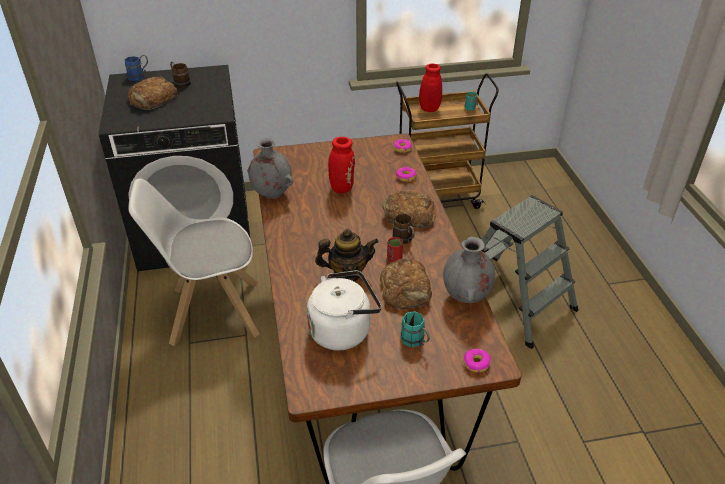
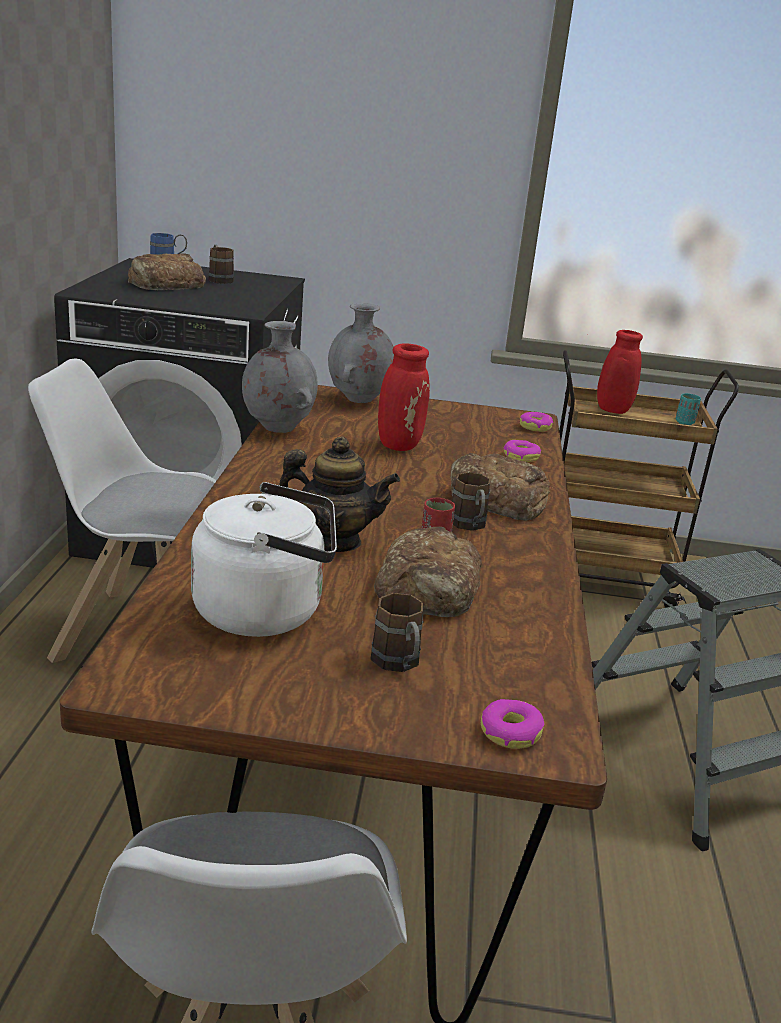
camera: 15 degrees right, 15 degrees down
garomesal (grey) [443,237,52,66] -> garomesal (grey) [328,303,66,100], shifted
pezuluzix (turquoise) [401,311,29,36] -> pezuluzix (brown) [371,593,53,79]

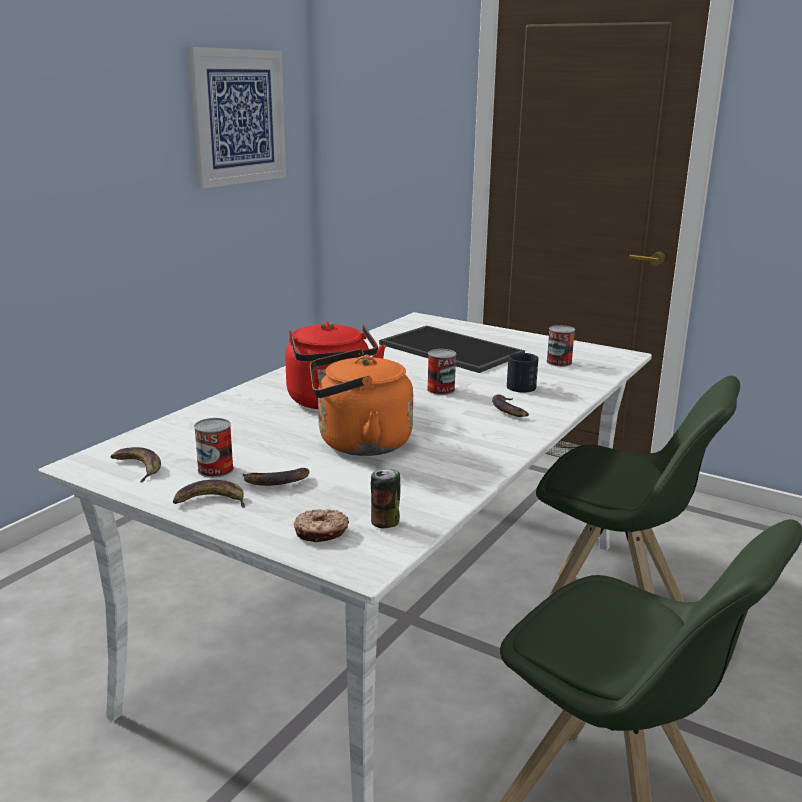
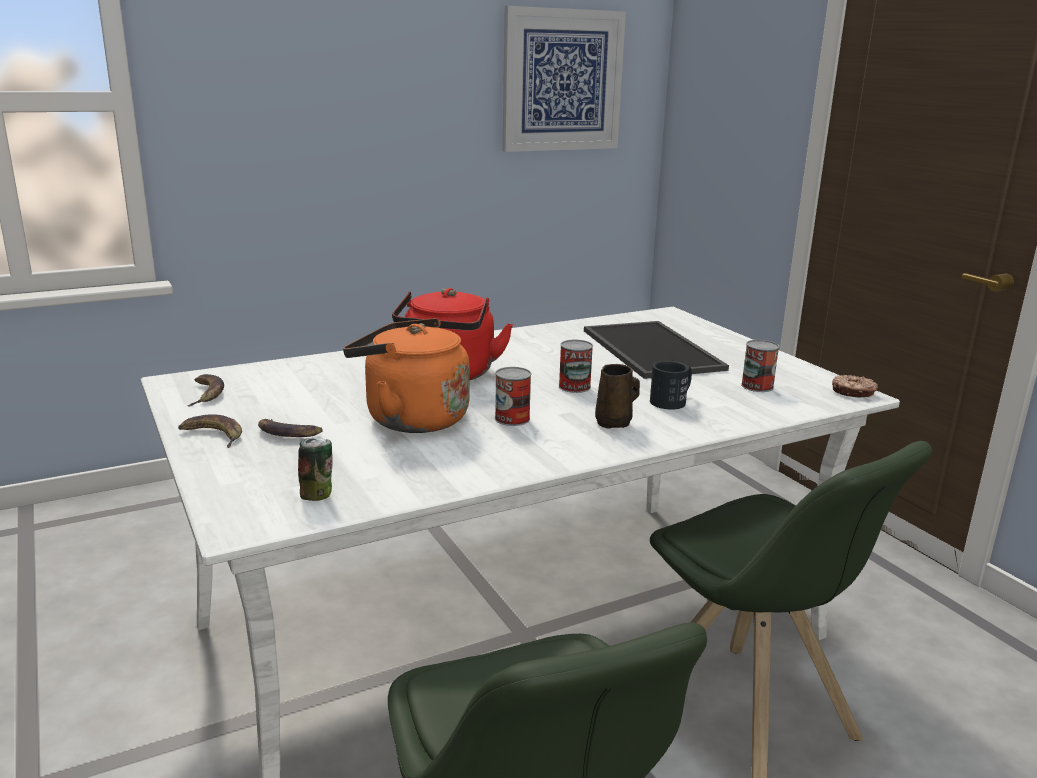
camera: 30 degrees right, 0 degrees up
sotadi [194,418,40,60] -> sotadi [495,367,36,59], shifted
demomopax [294,509,55,33] -> demomopax [832,375,46,22], shifted
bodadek [492,394,37,23] -> pezuluzix (brown) [595,364,45,65]

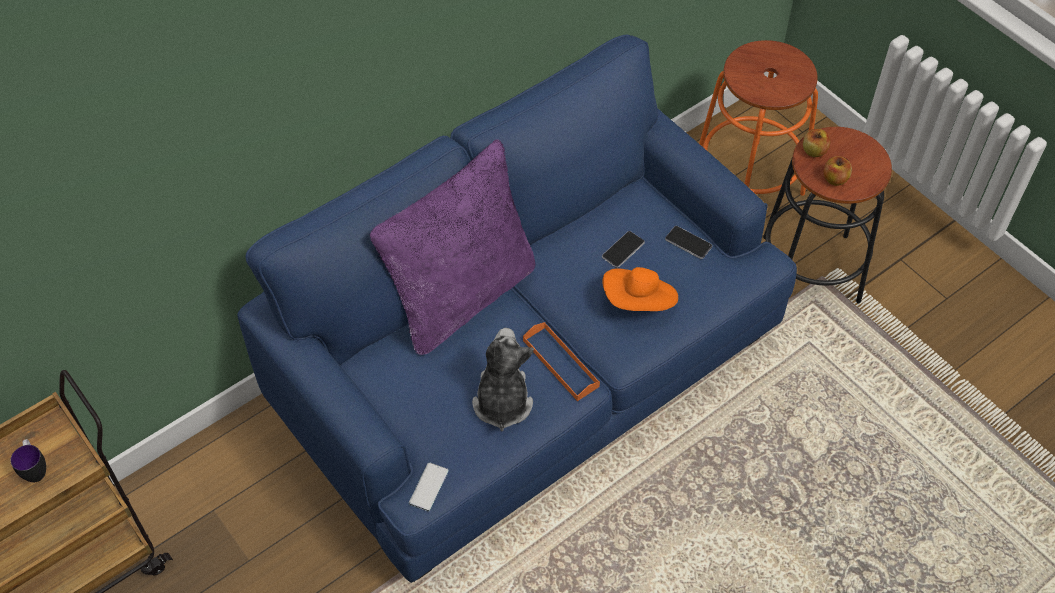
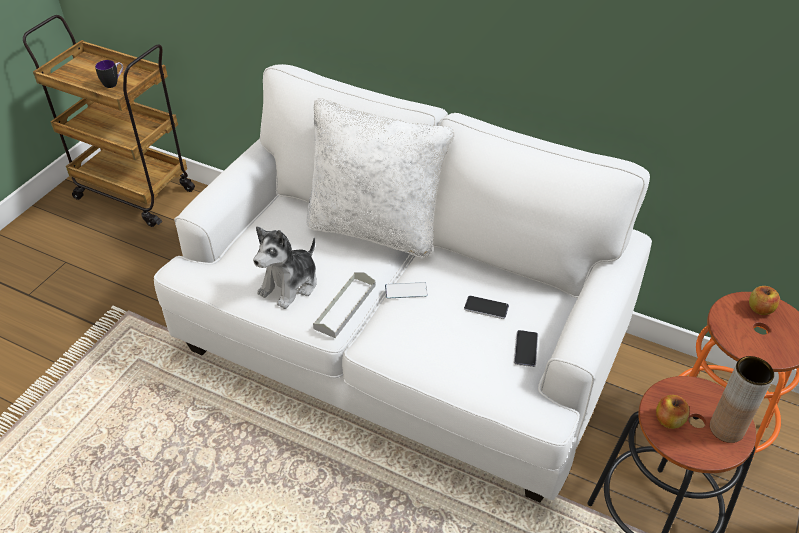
camera: 65 degrees right, 10 degrees down
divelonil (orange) [602,267,76,44] -> none
none -> garomesal (brown) [710,356,64,87]
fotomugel [409,462,40,49] -> fotomugel [385,282,43,17], shifted
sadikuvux [803,129,27,28] -> sadikuvux [749,286,31,29], shifted
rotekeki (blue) [237,35,560,548] -> rotekeki (white) [154,64,498,439]
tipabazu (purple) [369,139,166,216] -> tipabazu (white) [306,98,149,160]
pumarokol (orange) [523,322,77,79] -> pumarokol (grey) [313,272,62,66]
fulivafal [472,328,62,103] -> fulivafal [253,227,64,82], 150 degrees clockwise

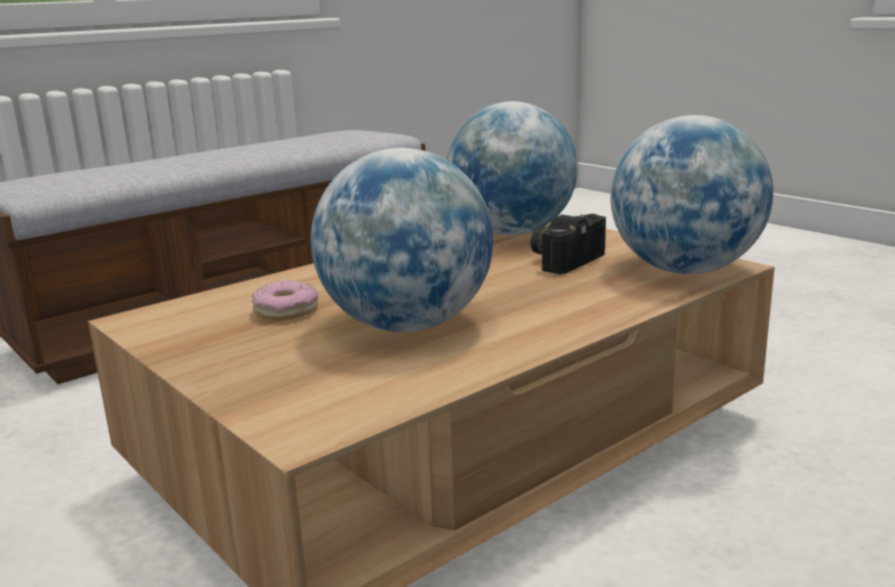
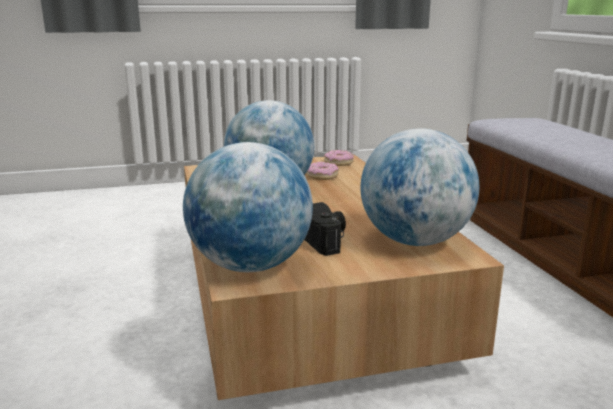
camera: 115 degrees right, 0 degrees up
none -> demomopax [324,150,30,16]

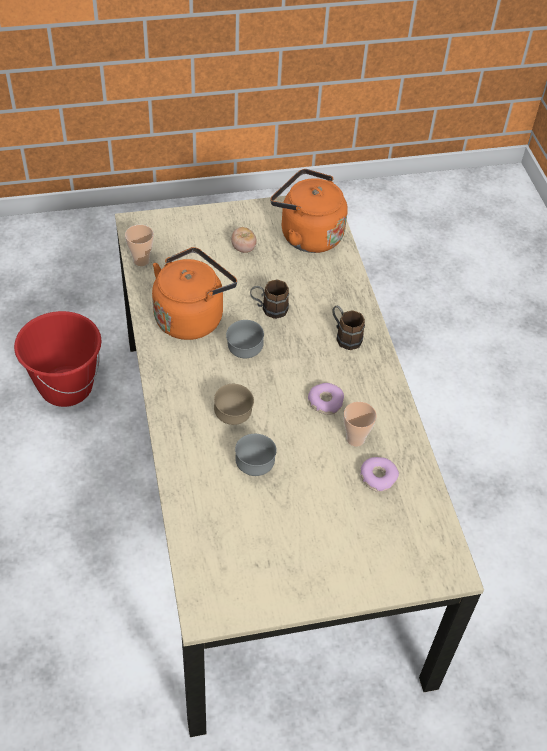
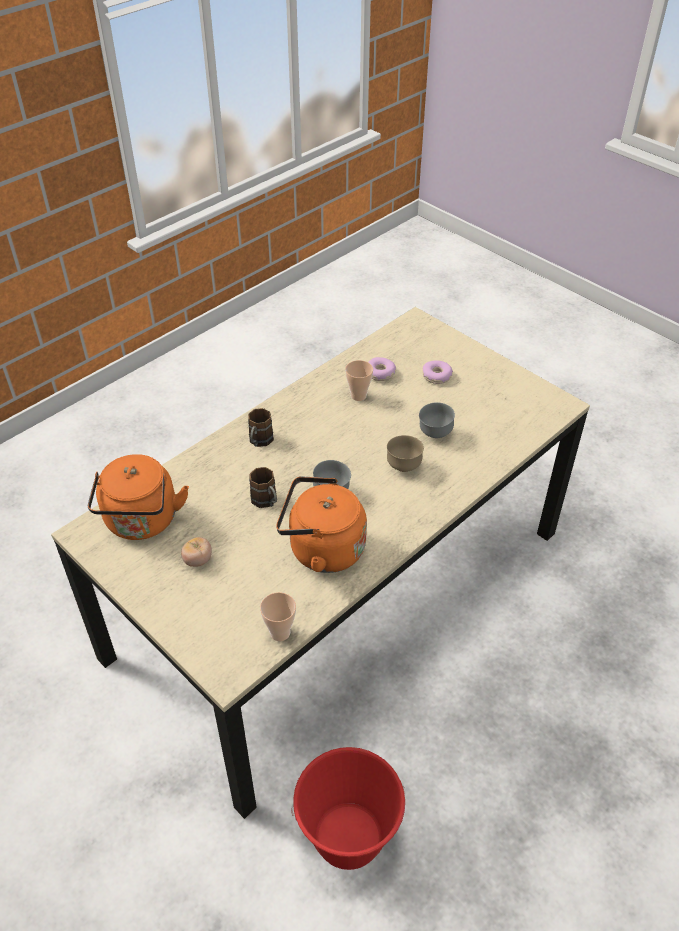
camera: 120 degrees left, 5 degrees down
demomopax [308,383,36,32] -> demomopax [423,360,30,24], shifted

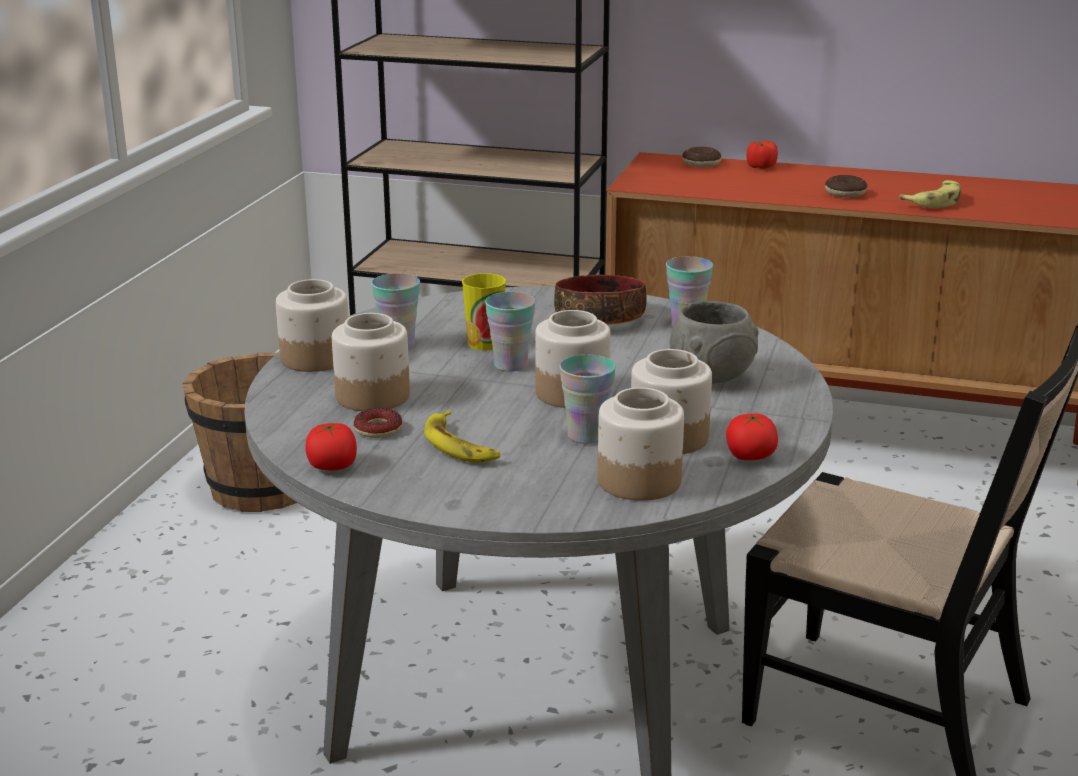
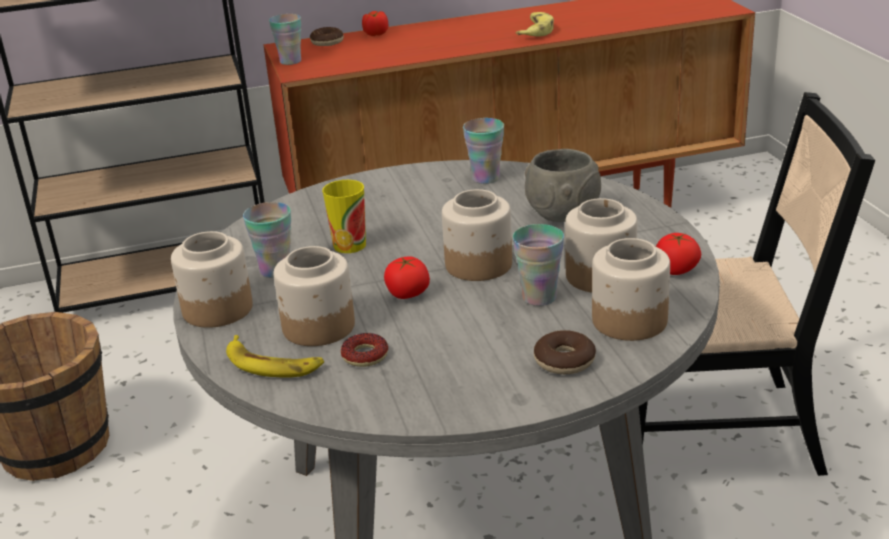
camera: 30 degrees left, 5 degrees up
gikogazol [554,275,93,50] -> none
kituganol [305,423,52,47] -> kituganol [384,256,46,43], shifted
bodadek [424,410,76,53] -> bodadek [226,335,98,43], shifted
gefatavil [485,292,50,80] -> gefatavil [269,14,32,51], shifted
demomopax [825,175,42,23] -> demomopax [534,330,62,44], shifted

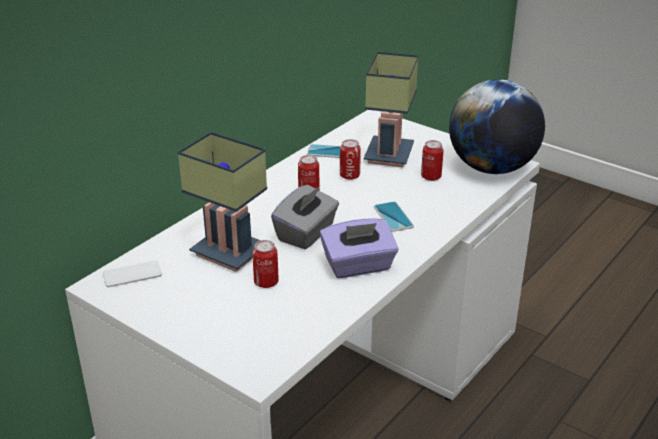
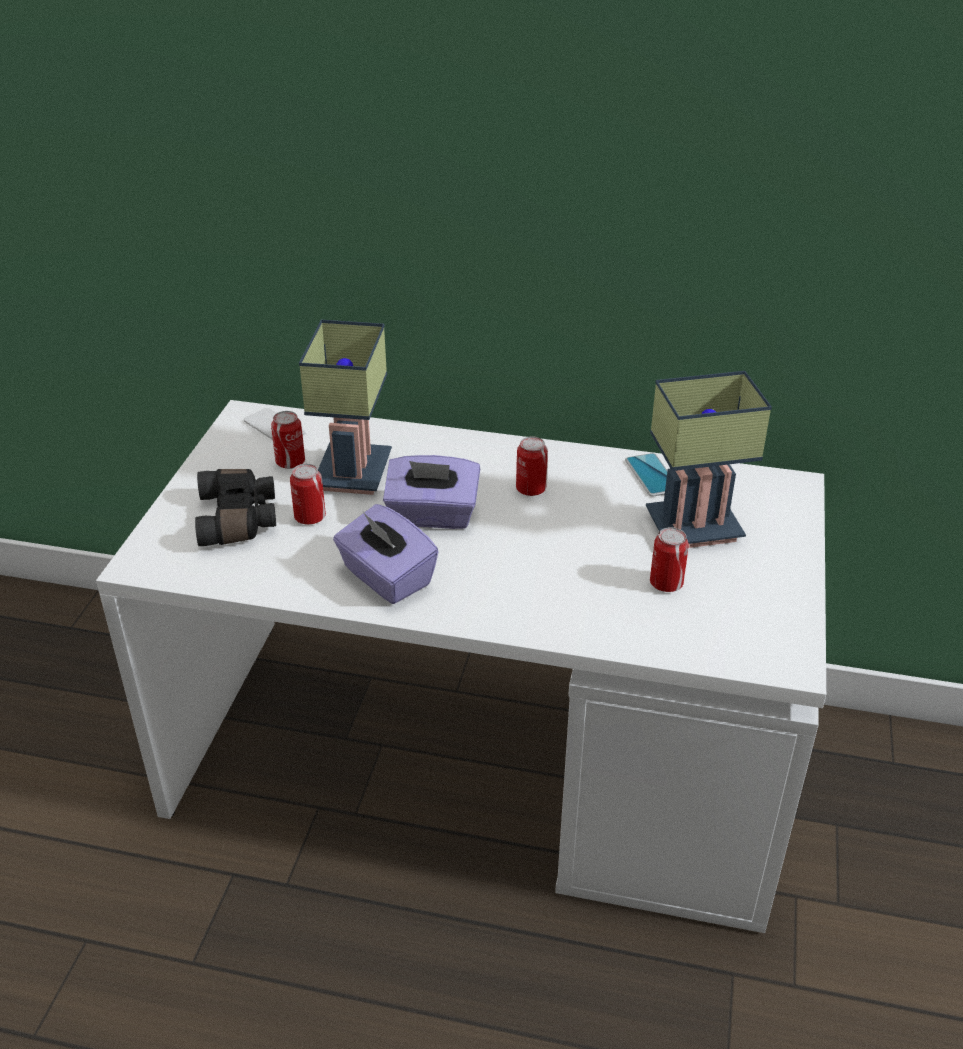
camera: 65 degrees right, 5 degrees up
fotomugel [374,202,40,30] -> none
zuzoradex [449,79,96,95] -> none
none -> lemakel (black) [195,469,81,77]
sotadi [340,139,21,41] -> sotadi [271,411,34,58], shifted
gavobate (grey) [271,185,68,64] -> gavobate (purple) [383,455,97,74]

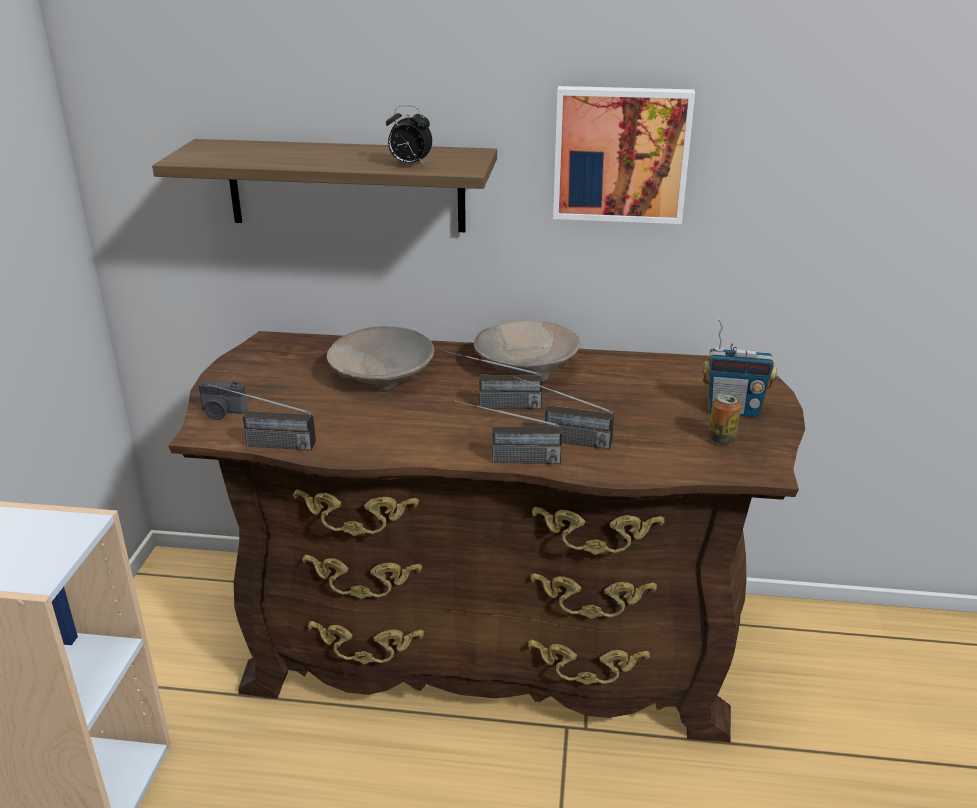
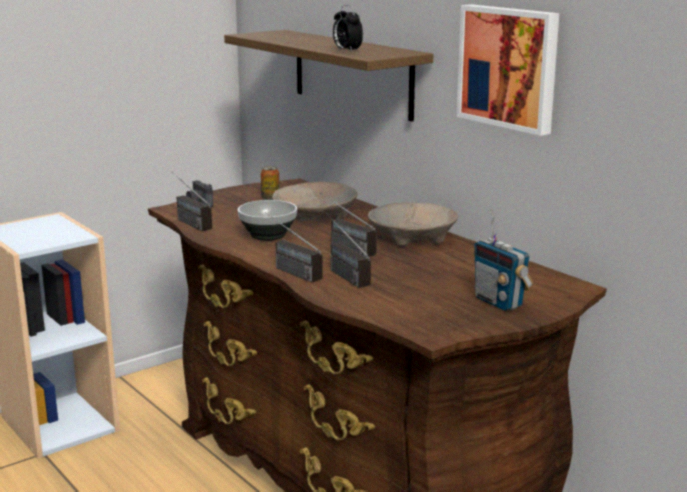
camera: 45 degrees right, 10 degrees down
none -> gikogazol [238,200,59,41]
sotadi [709,392,32,53] -> sotadi [261,166,19,34], shifted

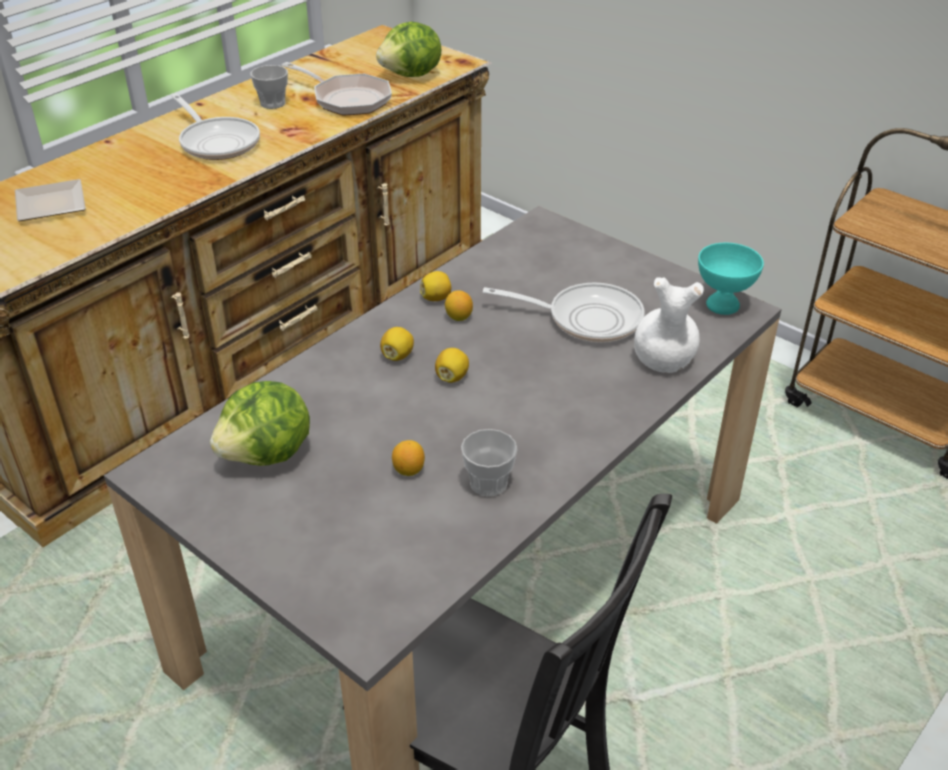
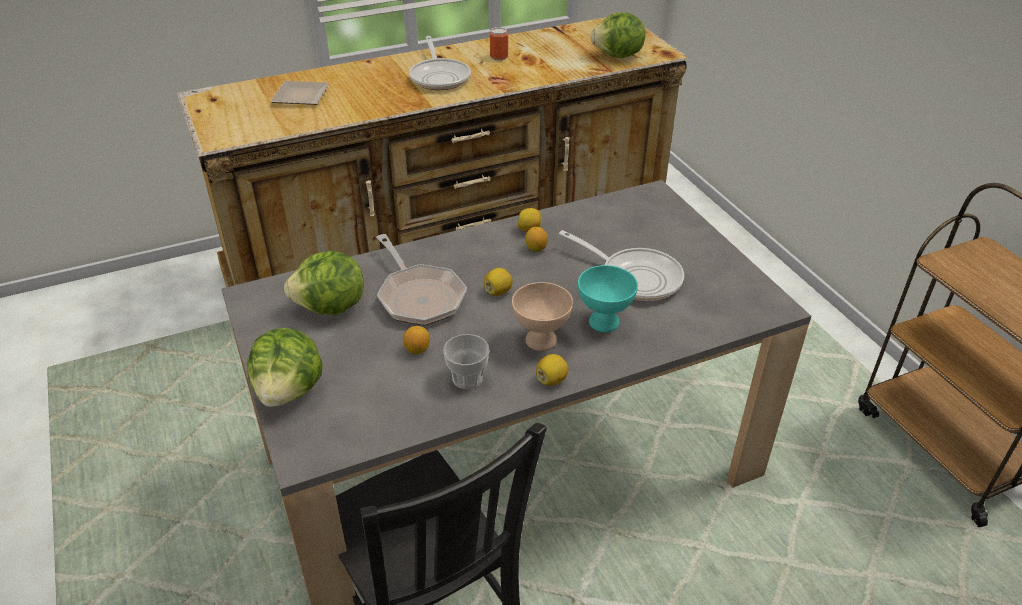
camera: 25 degrees right, 0 degrees up
garomesal (white) [634,277,70,96] -> none
none -> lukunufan [247,328,76,79]
none -> gikogazol (beige) [512,282,61,69]
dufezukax [281,62,111,53] -> dufezukax [376,234,91,92], shifted
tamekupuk [380,327,34,34] -> tamekupuk [536,354,33,32], shifted
gikogazol (turquoise) [698,243,66,72] -> gikogazol (turquoise) [578,265,60,67], shifted
gefatavil [251,65,37,44] -> sotadi [490,27,18,34]

